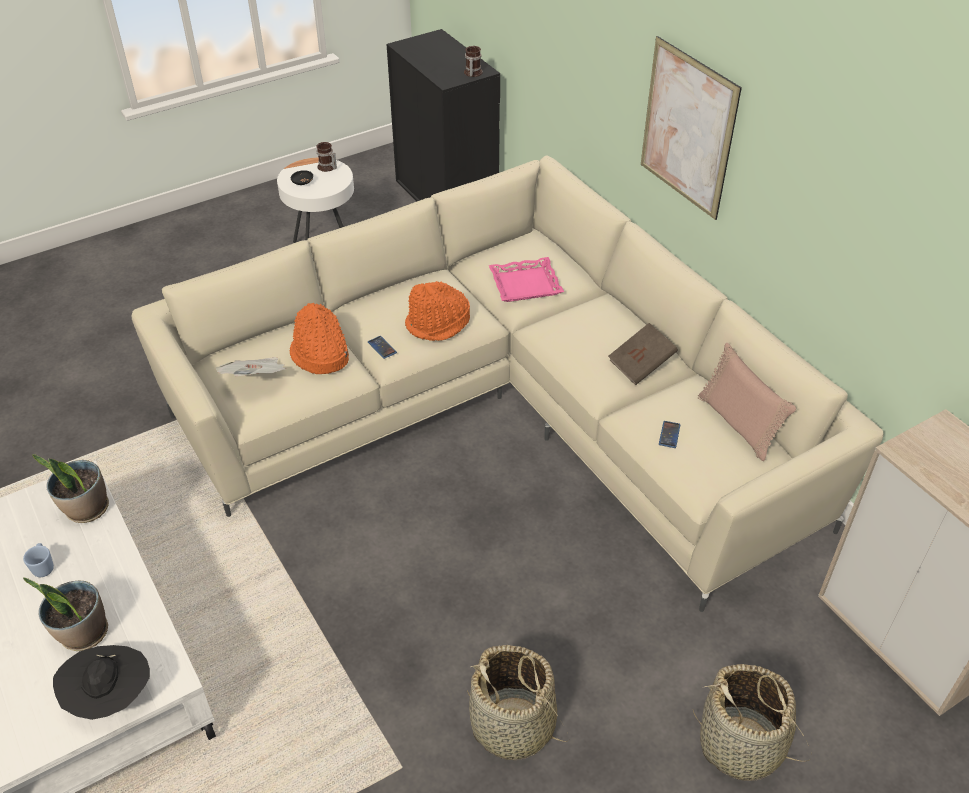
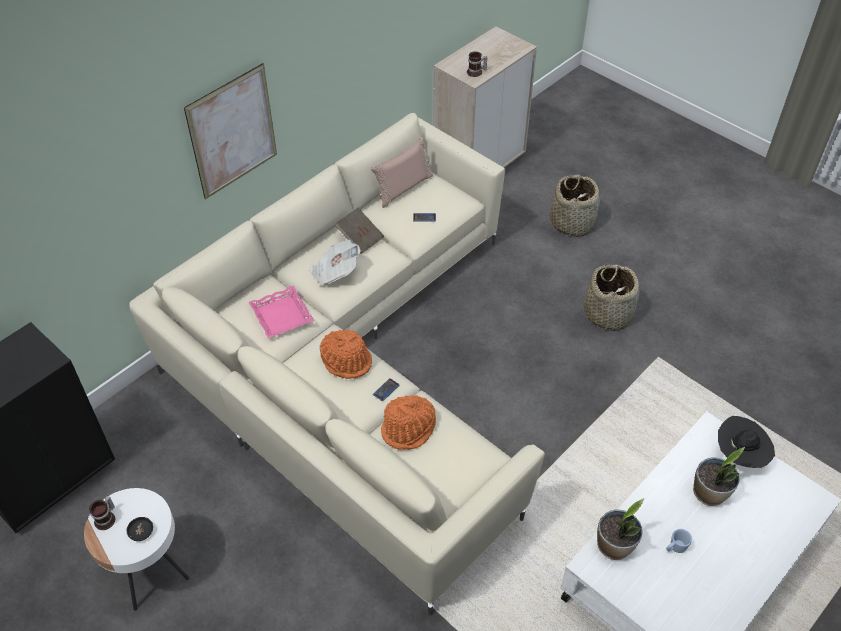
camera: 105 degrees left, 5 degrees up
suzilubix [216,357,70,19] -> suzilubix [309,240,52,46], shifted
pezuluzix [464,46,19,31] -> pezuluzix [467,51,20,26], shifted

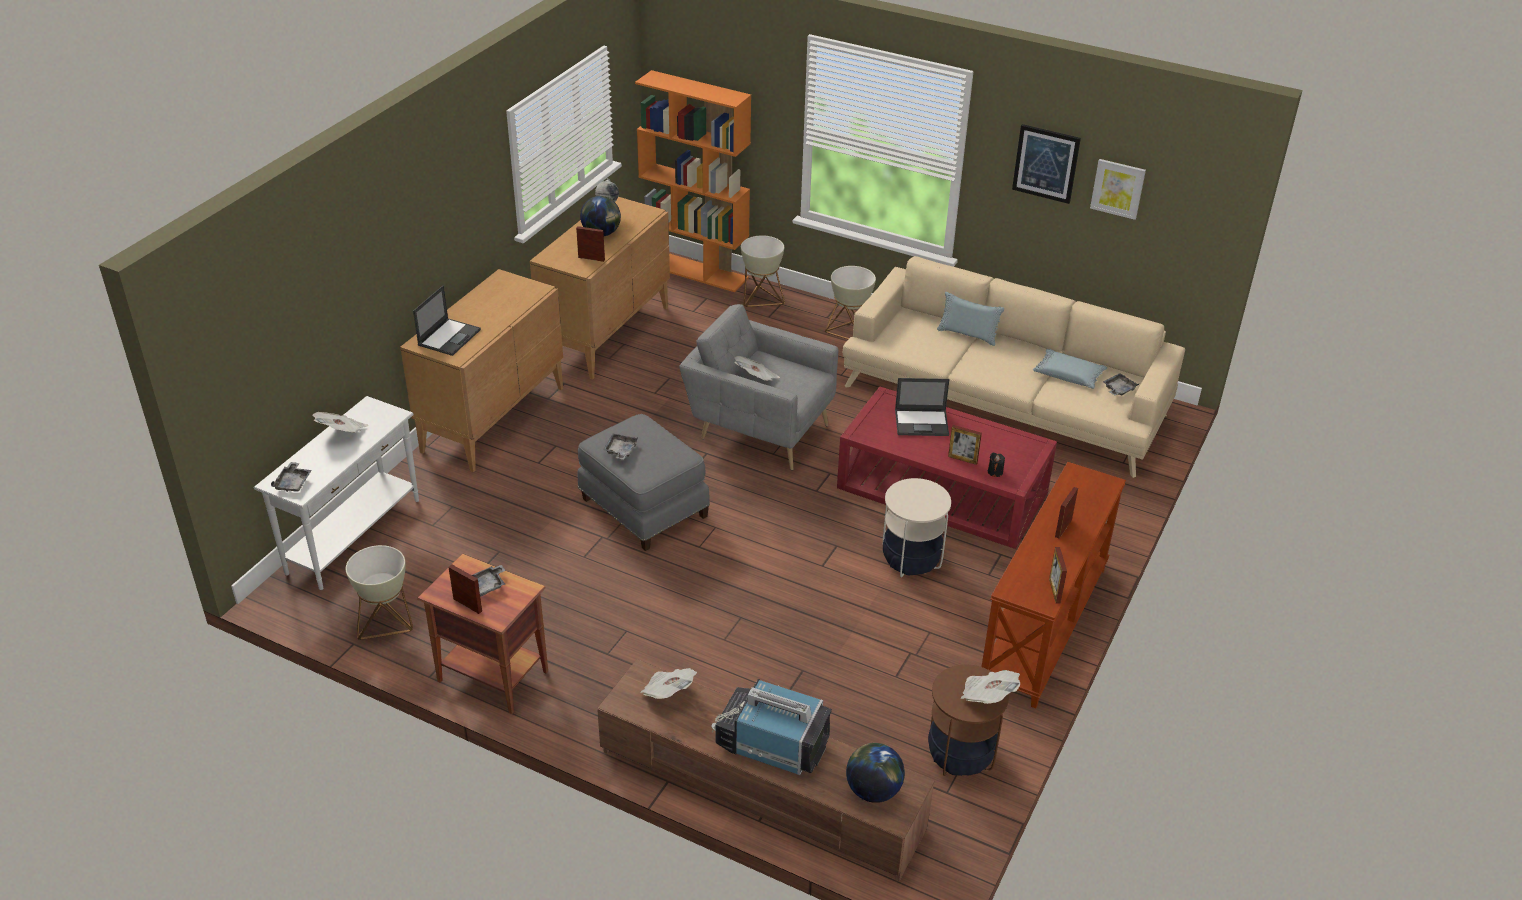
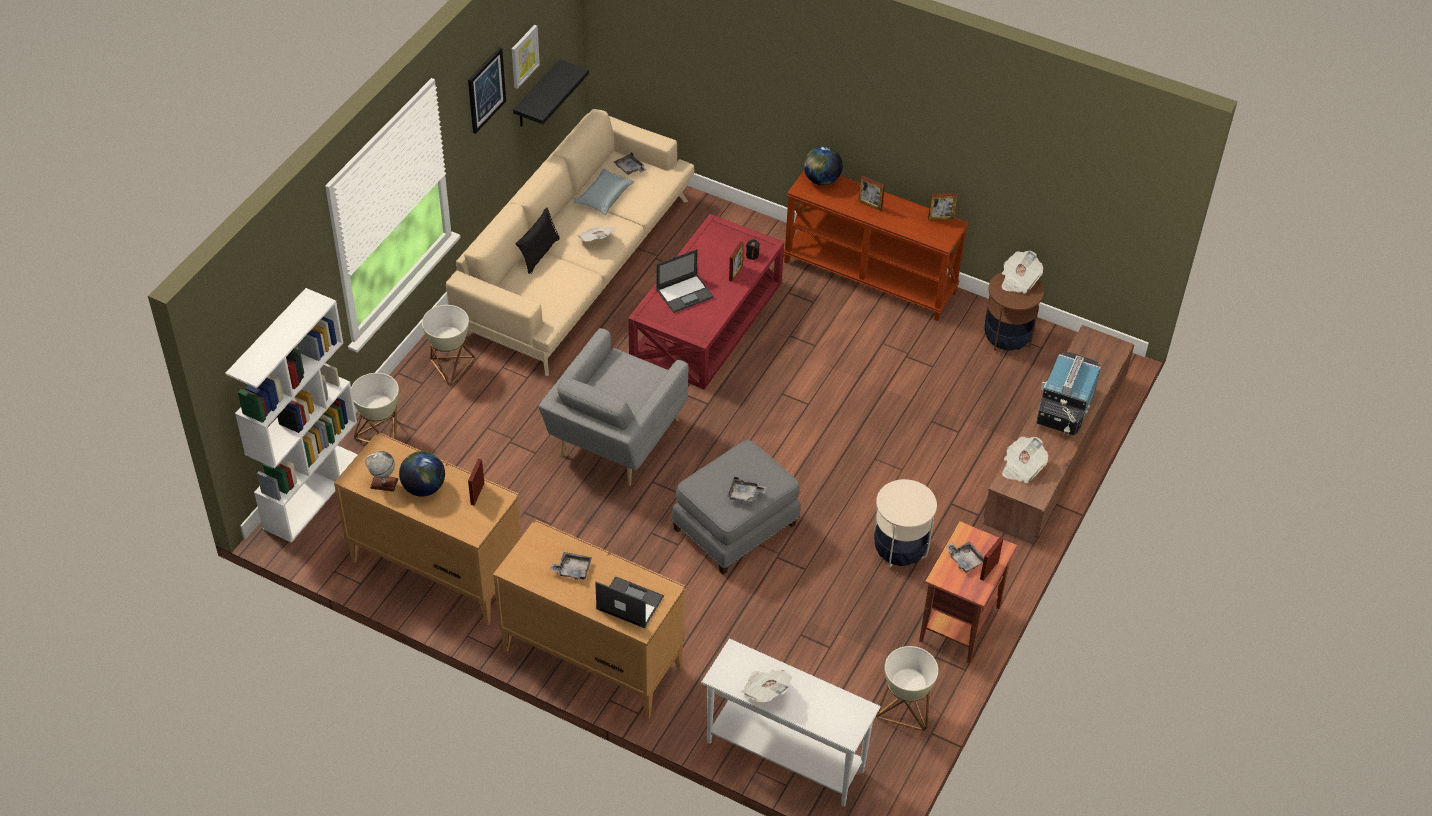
camera: 90 degrees left, 10 degrees up
none -> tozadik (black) [513,59,76,68]
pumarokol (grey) [271,462,41,30] -> pumarokol (grey) [550,552,42,28], shifted
suzilubix [734,356,46,25] -> suzilubix [577,226,38,15], shifted
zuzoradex [846,743,59,60] -> zuzoradex [804,146,39,39], shifted
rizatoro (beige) [883,478,68,100] -> rizatoro (beige) [874,479,63,89], shifted
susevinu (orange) [635,70,116,222] -> susevinu (white) [225,288,133,255]
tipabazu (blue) [937,292,67,54] -> tipabazu (black) [515,207,45,67]
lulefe [895,378,54,58] -> lulefe [656,249,58,64], 60 degrees clockwise

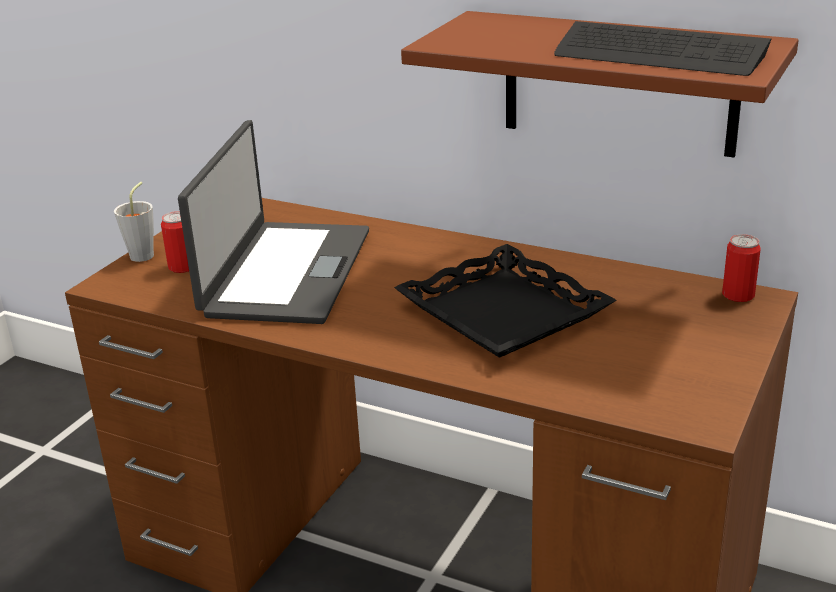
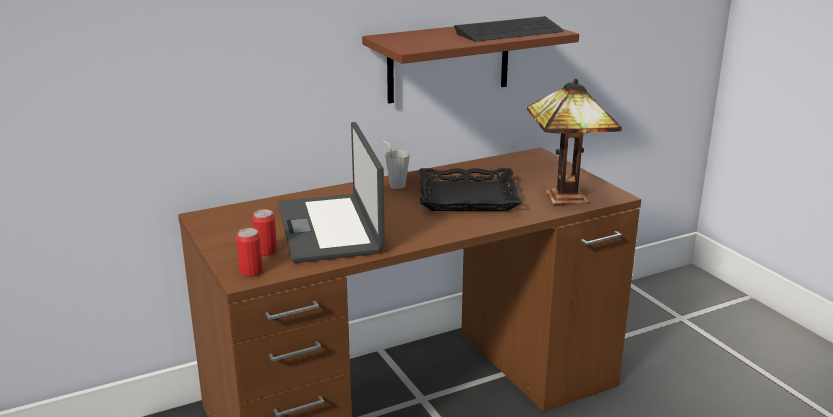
camera: 55 degrees left, 5 degrees down
none -> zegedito [527,79,95,126]
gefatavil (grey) [114,182,40,80] -> gefatavil (grey) [382,140,28,49], shifted
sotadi [722,234,39,68] -> sotadi [236,228,27,49], shifted
lulefe [178,120,191,204] -> lulefe [278,122,107,141], 150 degrees counterclockwise

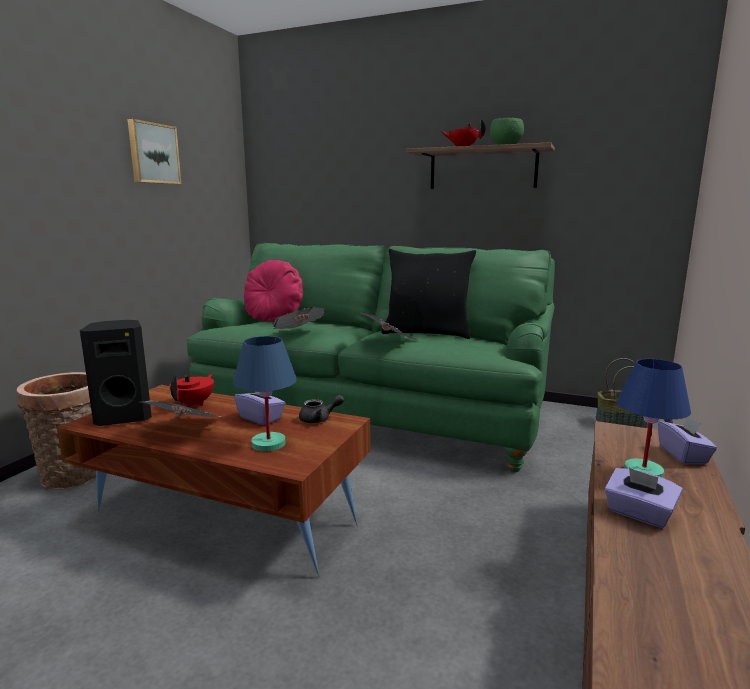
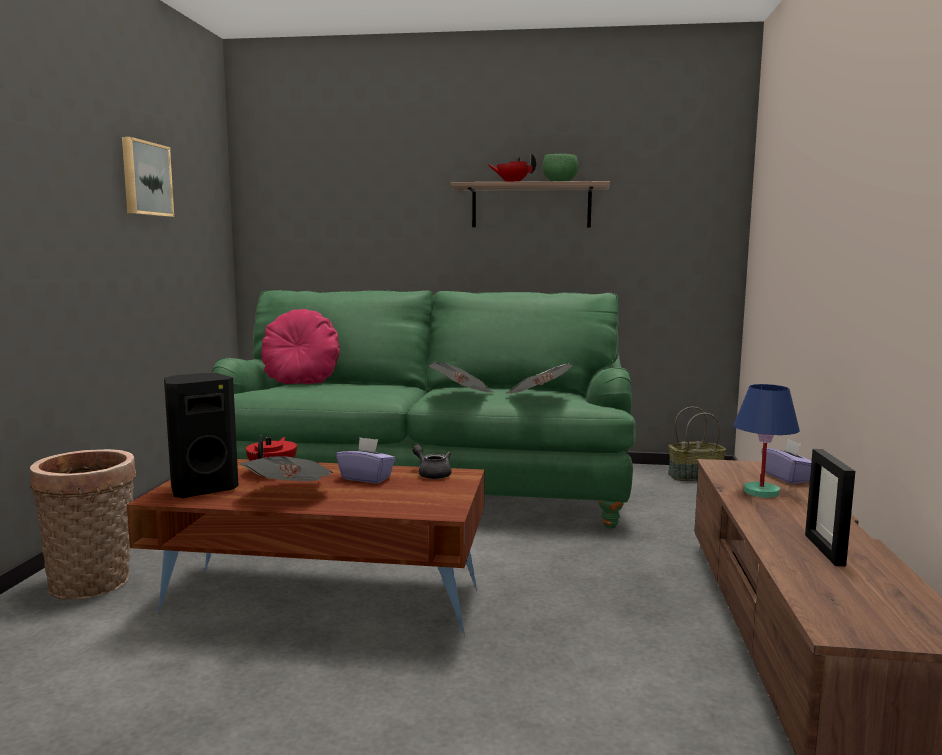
camera: 15 degrees left, 5 degrees down
zegedito (blue) [233,336,64,116] -> none
tipabazu (black) [382,249,94,90] -> none
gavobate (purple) [605,468,78,60] -> none
none -> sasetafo [805,449,50,117]
suzilubix [273,307,52,22] -> suzilubix [506,363,67,31], shifted
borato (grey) [299,395,45,28] -> borato (grey) [412,445,39,34], 105 degrees counterclockwise

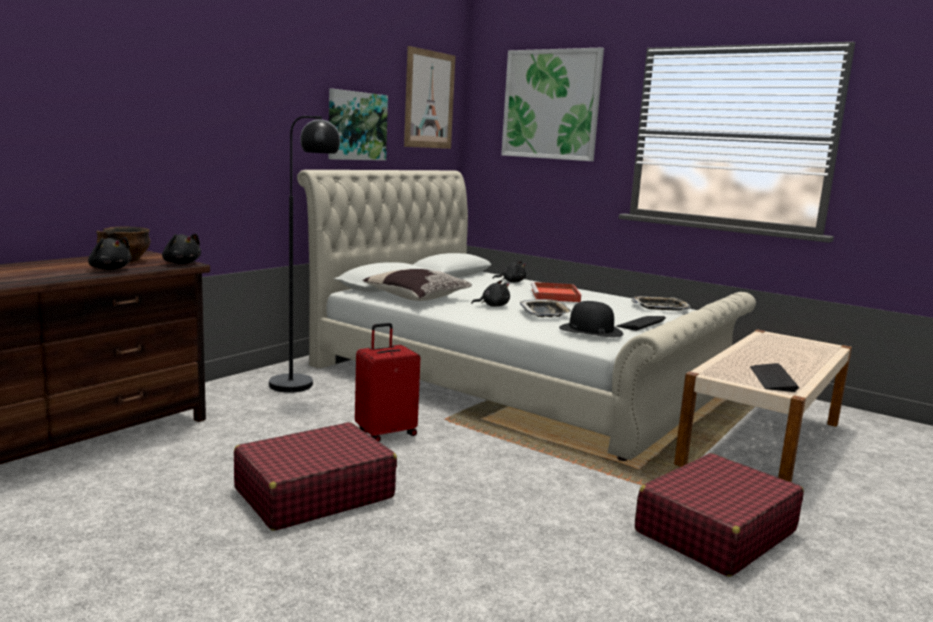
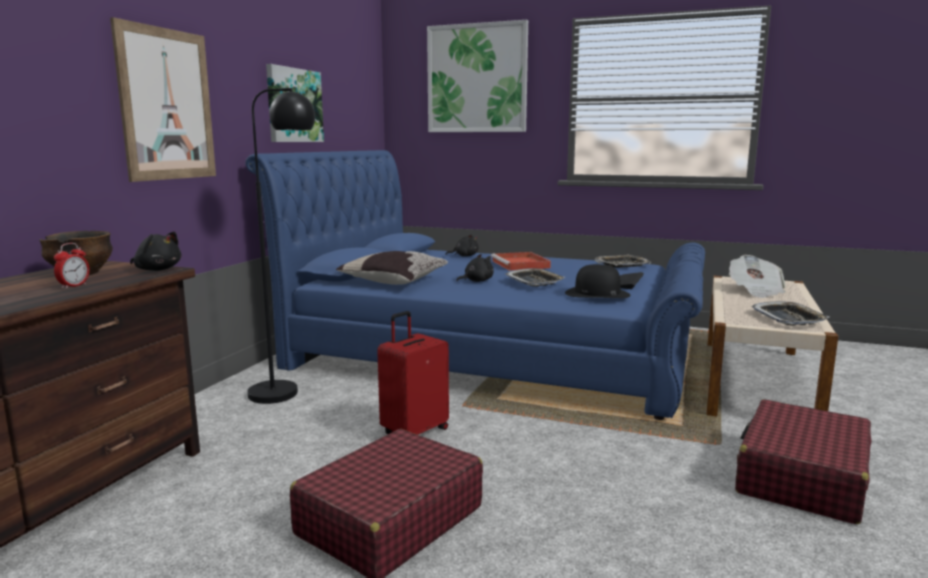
camera: 15 degrees left, 0 degrees up
none -> suzilubix [728,255,58,43]
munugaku [404,46,52,103] -> munugaku [110,17,106,165], shifted
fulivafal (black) [88,237,44,33] -> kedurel [54,243,36,46]
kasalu [750,363,50,29] -> pumarokol [751,301,78,24]
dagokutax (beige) [297,170,459,291] -> dagokutax (blue) [245,150,460,270]

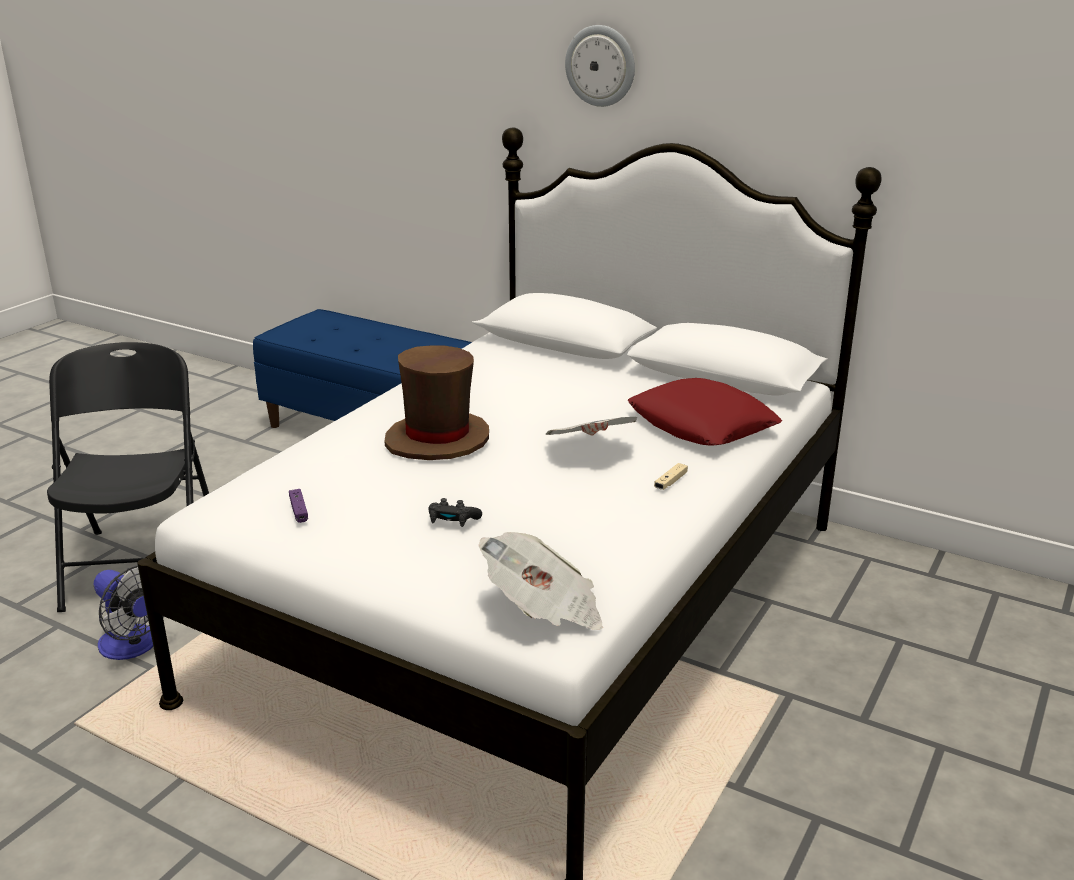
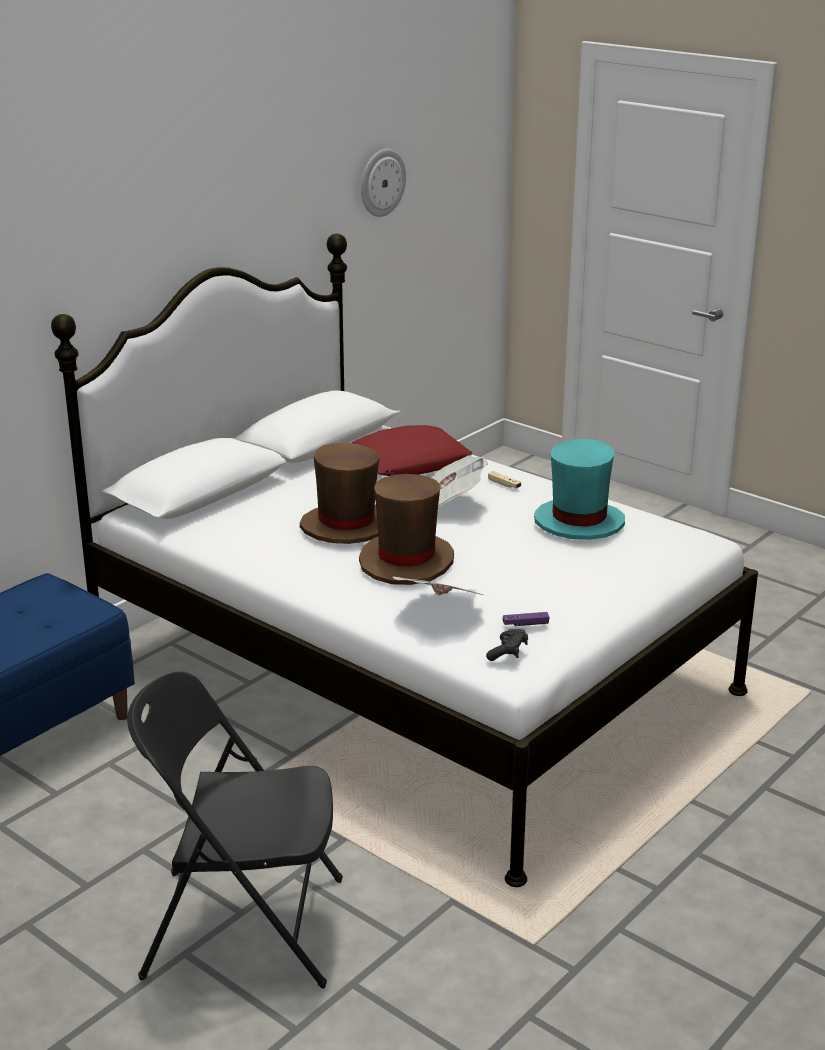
camera: 80 degrees left, 0 degrees up
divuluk [93,565,71,95] -> none
none -> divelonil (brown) [300,442,79,102]
none -> divelonil (turquoise) [534,439,91,101]
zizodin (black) [428,498,54,29] -> zizodin (black) [486,628,42,33], shifted
suzilubix [479,532,124,98] -> suzilubix [392,577,93,19], shifted
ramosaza [565,25,70,82] -> ramosaza [361,149,45,68], shifted

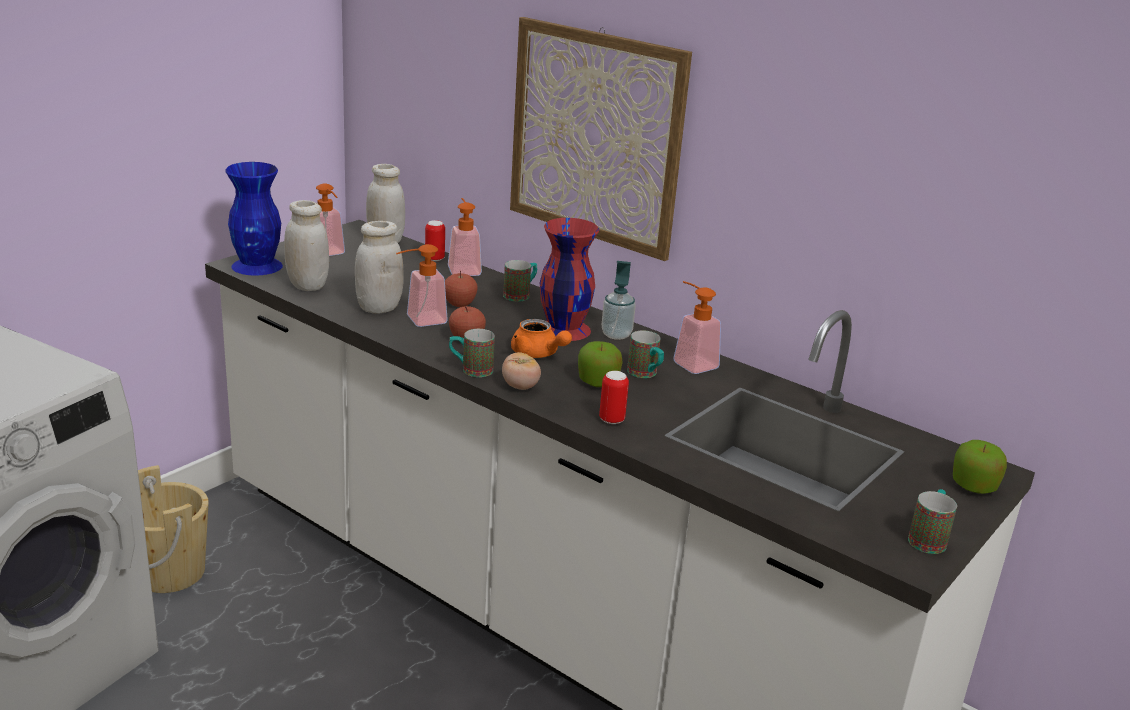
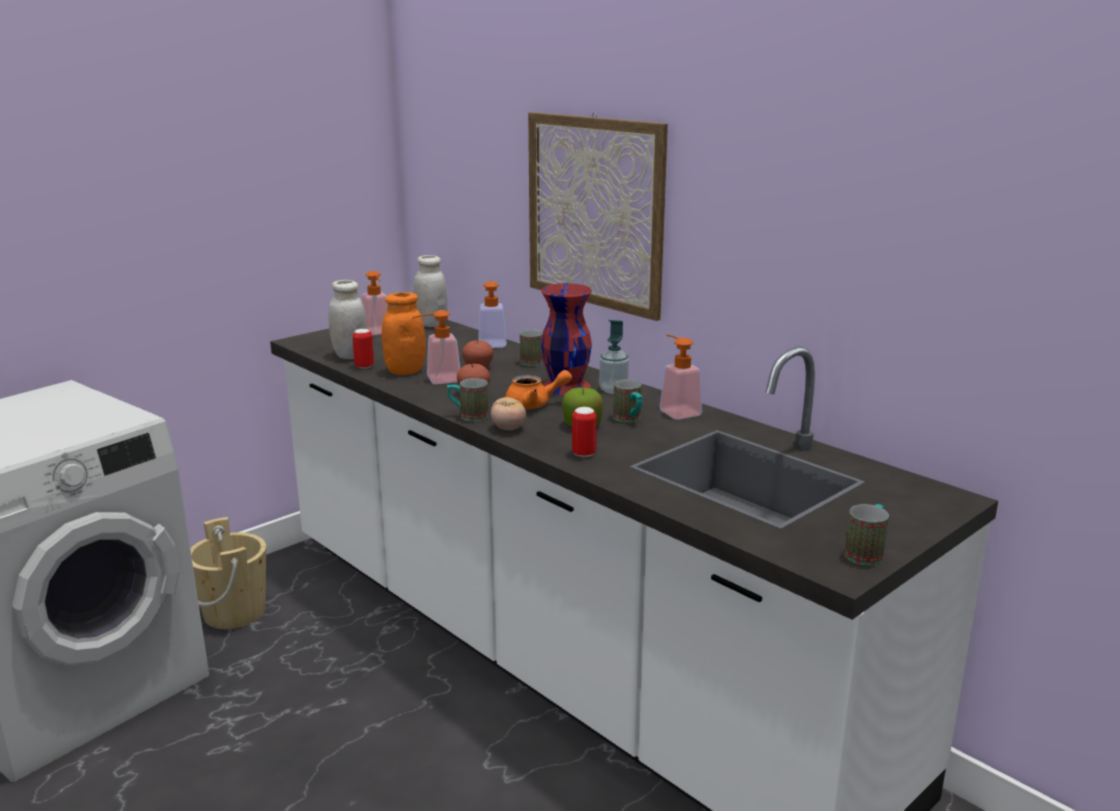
camera: 10 degrees right, 5 degrees down
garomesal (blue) [225,162,58,114] -> none
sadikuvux [953,440,54,54] -> none
sotadi [425,220,20,41] -> sotadi [352,329,22,40], shifted
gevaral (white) [355,221,48,92] -> gevaral (orange) [382,292,44,83]
borato (orange) [511,319,61,39] -> borato (orange) [505,370,67,39], 60 degrees counterclockwise

